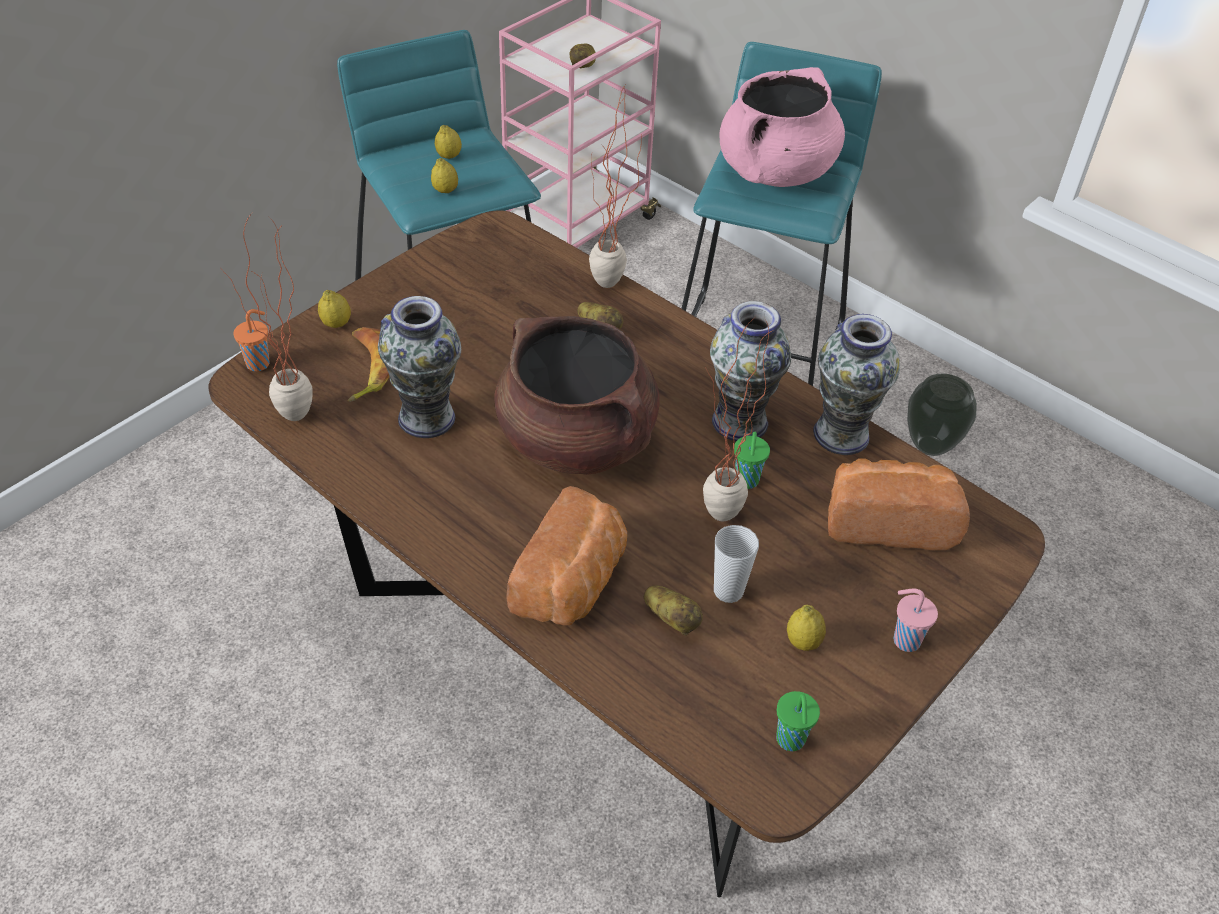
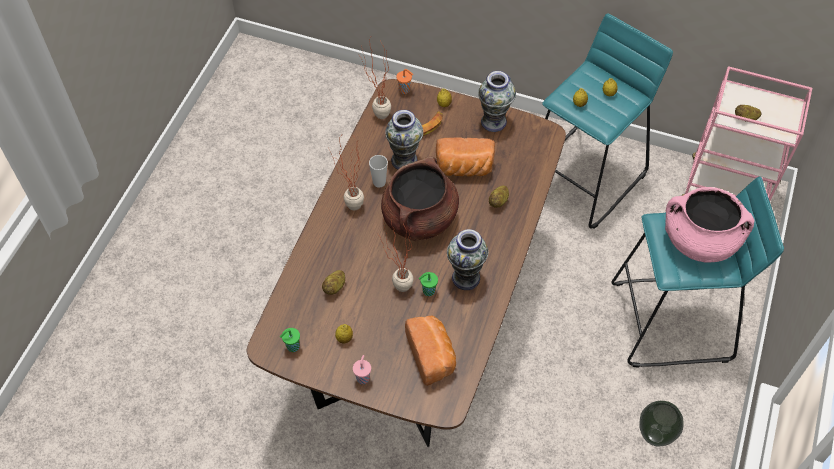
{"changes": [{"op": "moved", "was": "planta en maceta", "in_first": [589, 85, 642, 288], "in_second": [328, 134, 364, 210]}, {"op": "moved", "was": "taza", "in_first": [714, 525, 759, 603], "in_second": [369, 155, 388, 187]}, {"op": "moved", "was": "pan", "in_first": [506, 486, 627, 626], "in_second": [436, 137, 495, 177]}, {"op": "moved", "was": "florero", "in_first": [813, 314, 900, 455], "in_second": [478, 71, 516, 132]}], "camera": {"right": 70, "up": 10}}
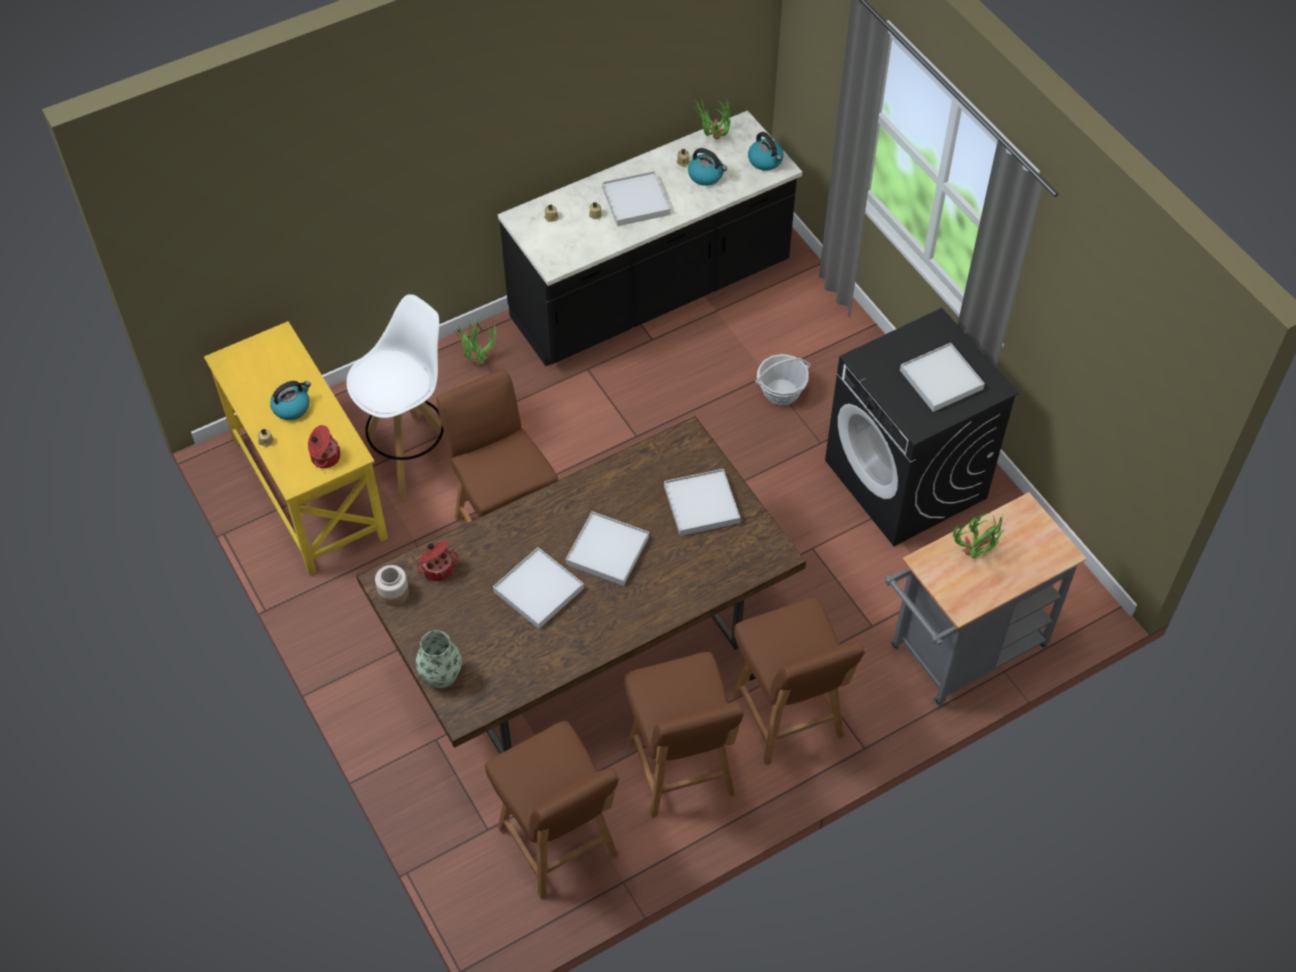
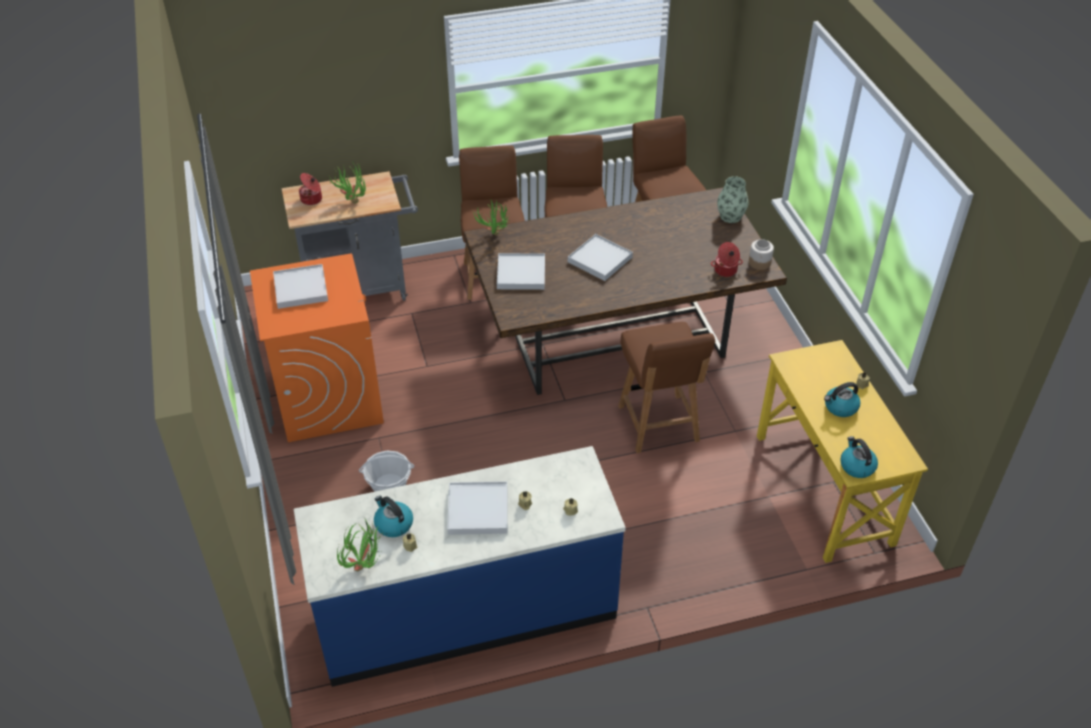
{"changes": [{"op": "recoloured", "was": "lavadora/negro", "now": "lavadora/naranja", "in_first": [825, 308, 1019, 546], "in_second": [250, 253, 384, 442]}, {"op": "recoloured", "was": "mueble bajo de cocina/negro", "now": "mueble bajo de cocina/azul", "in_first": [498, 110, 802, 366], "in_second": [294, 446, 626, 687]}, {"op": "moved", "was": "olla", "in_first": [308, 425, 340, 468], "in_second": [299, 173, 322, 205]}, {"op": "moved", "was": "planta en maceta", "in_first": [453, 319, 498, 366], "in_second": [473, 200, 509, 235]}, {"op": "moved", "was": "hervidor", "in_first": [748, 132, 784, 171], "in_second": [840, 436, 878, 478]}, {"op": "removed", "was": "taburete/blanco", "in_first": [347, 294, 447, 500]}, {"op": "removed", "was": "bandeja/blanco", "in_first": [493, 547, 584, 629]}], "camera": {"right": -165, "up": -10}}
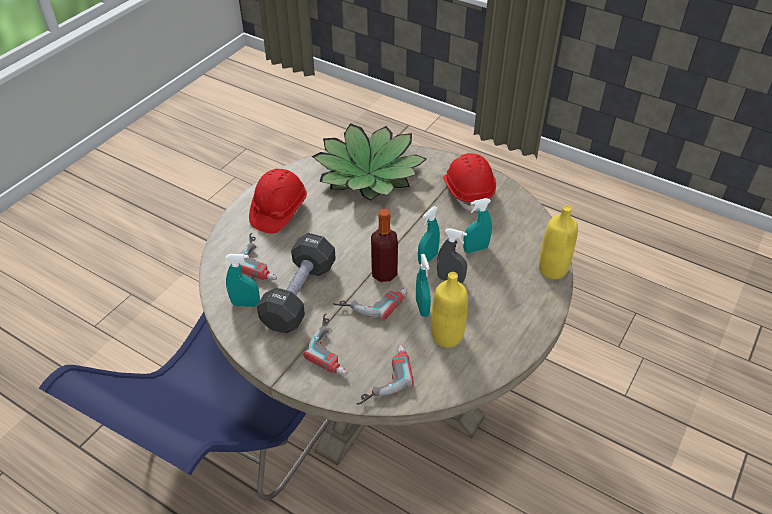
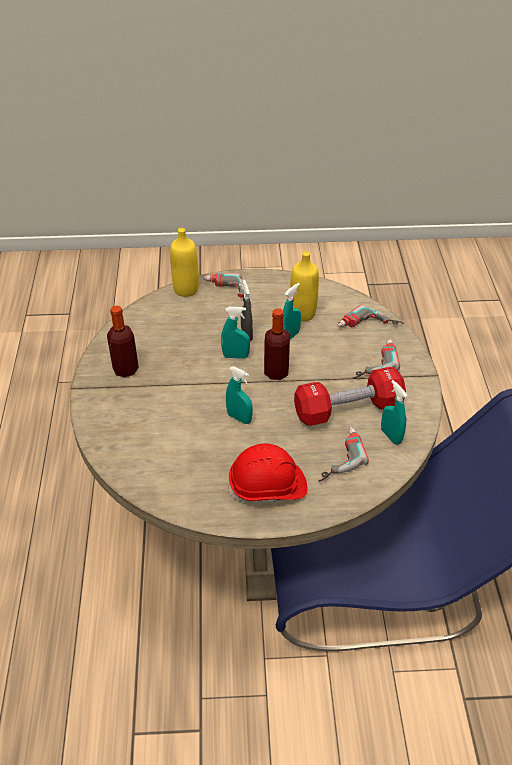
{"changes": [{"op": "replaced", "was": "casco/rojo", "now": "botella", "in_first": [443, 153, 496, 211], "in_second": [107, 305, 139, 378]}, {"op": "moved", "was": "taladro", "in_first": [333, 288, 407, 321], "in_second": [203, 273, 251, 305]}, {"op": "moved", "was": "pulverizador/turquesa", "in_first": [463, 198, 492, 253], "in_second": [226, 366, 253, 424]}, {"op": "recoloured", "was": "mancuerna/negro", "now": "mancuerna/rojo", "in_first": [257, 233, 336, 333], "in_second": [294, 367, 406, 426]}, {"op": "removed", "was": "planta en maceta", "in_first": [312, 123, 427, 201]}], "camera": {"right": -125, "up": 0}}
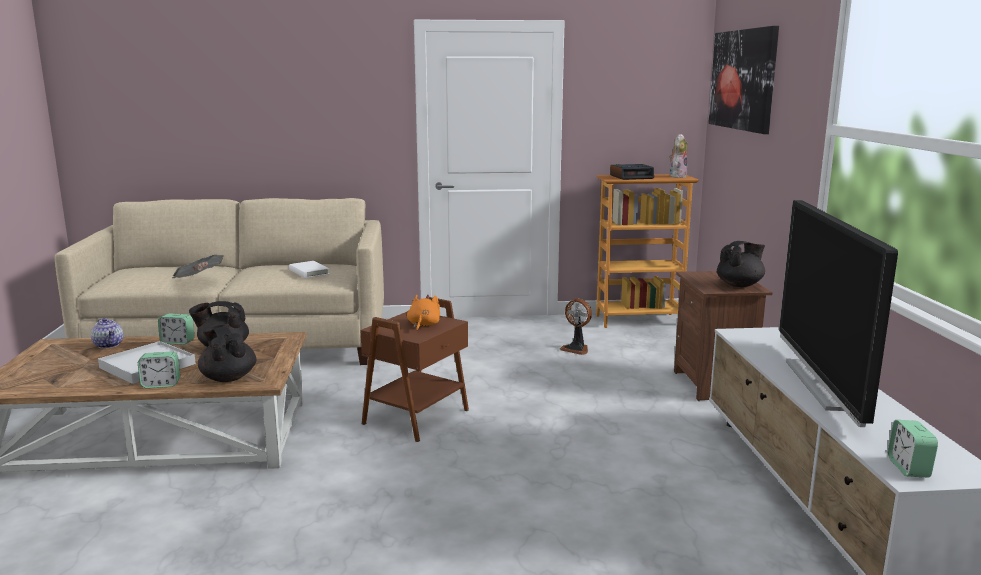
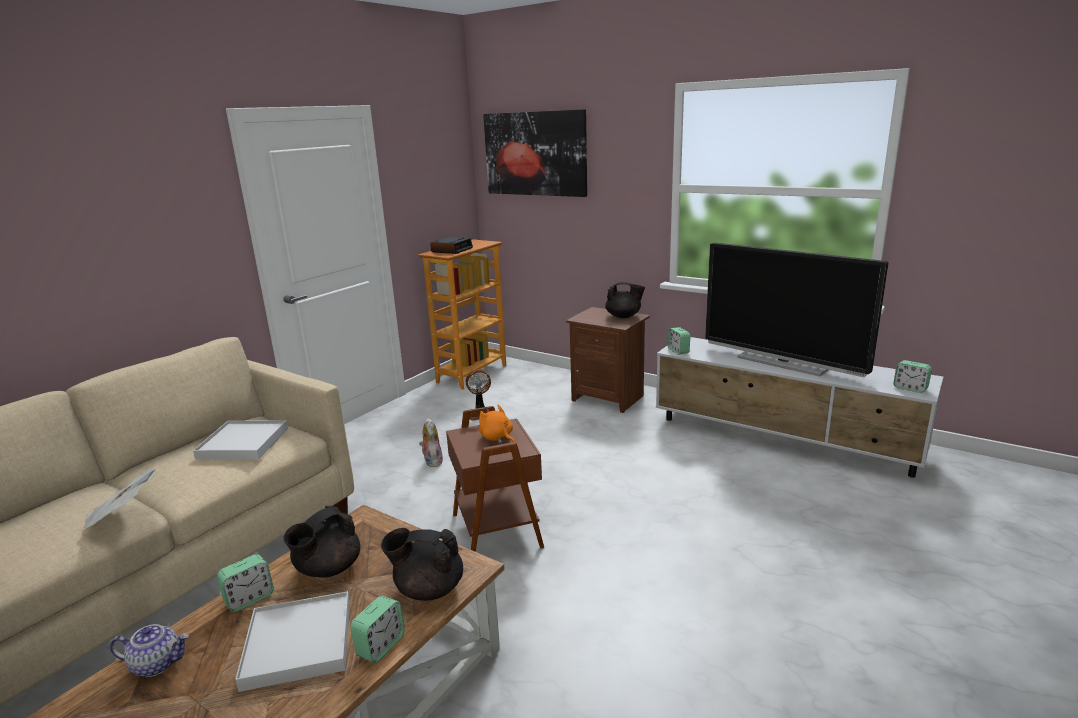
{"changes": [{"op": "replaced", "was": "libro/blanco", "now": "bandeja/blanco", "in_first": [289, 261, 329, 278], "in_second": [193, 420, 288, 460]}, {"op": "moved", "was": "peluche", "in_first": [669, 134, 688, 178], "in_second": [419, 418, 443, 467]}, {"op": "turned", "was": "tetera/negro", "in_first": [717, 241, 765, 287], "in_second": [605, 282, 645, 318], "clockwise": 90}, {"op": "added", "now": "despertador", "in_second": [667, 327, 691, 355]}], "camera": {"right": -50, "up": 5}}
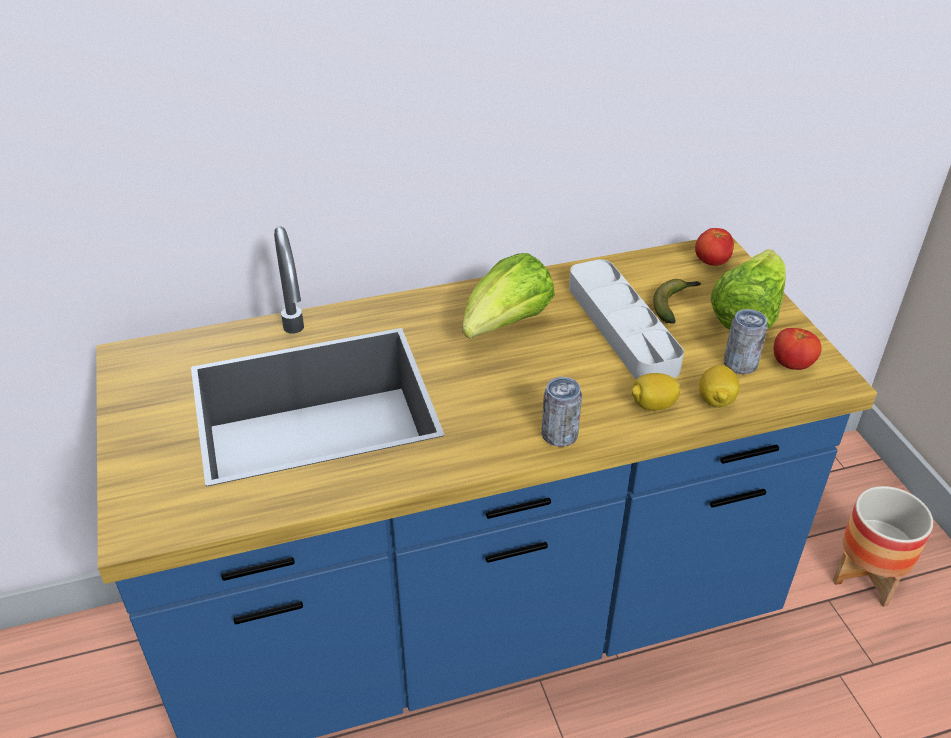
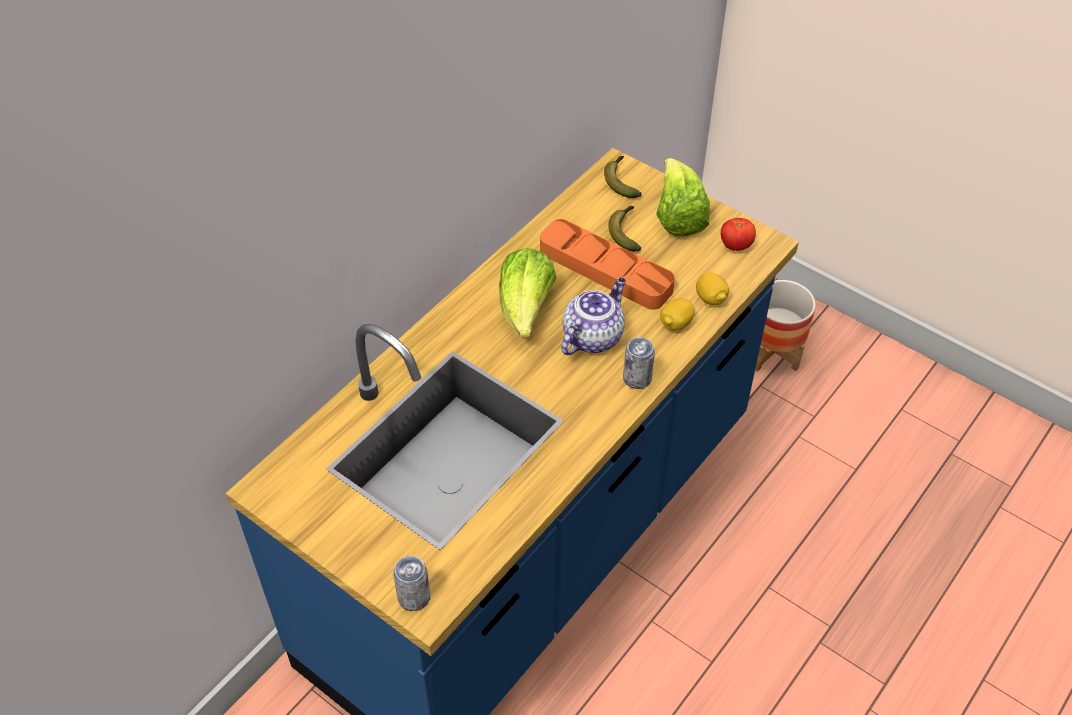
{"changes": [{"op": "moved", "was": "lata", "in_first": [724, 309, 767, 374], "in_second": [394, 556, 430, 611]}, {"op": "recoloured", "was": "bandeja/gris", "now": "bandeja/naranja", "in_first": [569, 259, 684, 379], "in_second": [540, 219, 675, 310]}, {"op": "added", "now": "tetera", "in_second": [561, 277, 626, 355]}, {"op": "replaced", "was": "tomate", "now": "plátano", "in_first": [695, 228, 734, 266], "in_second": [604, 156, 642, 198]}], "camera": {"right": -35, "up": 10}}
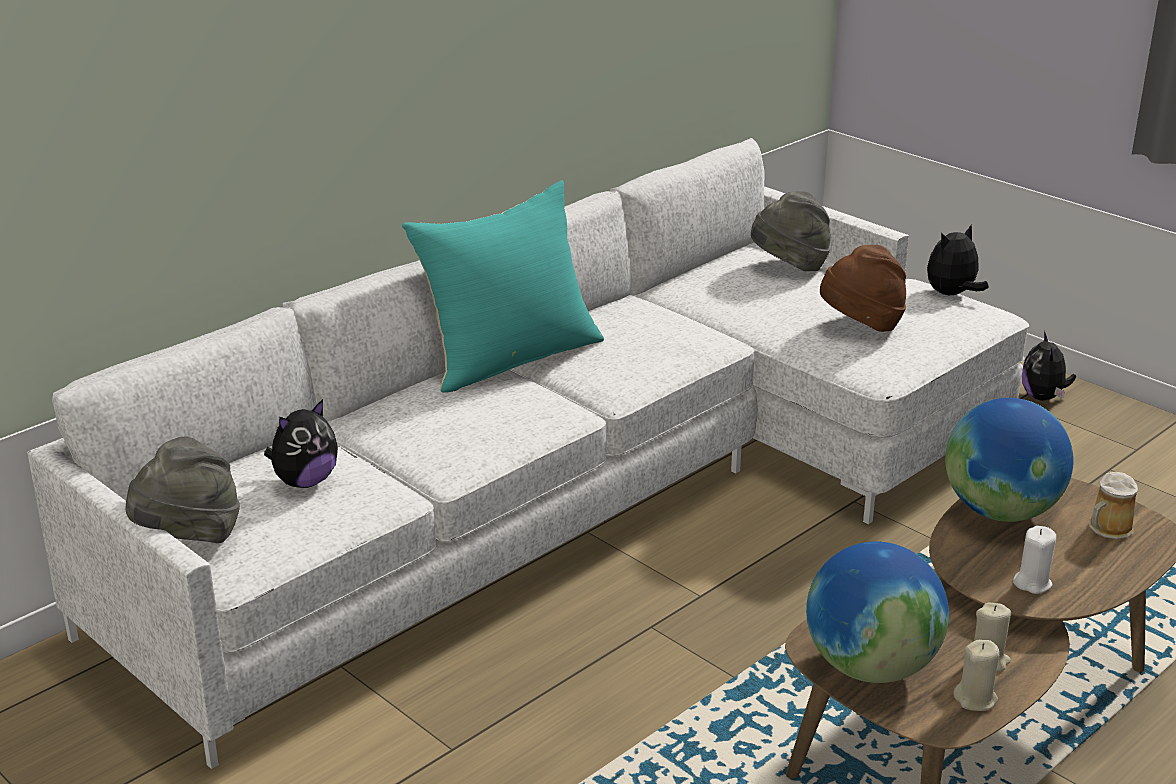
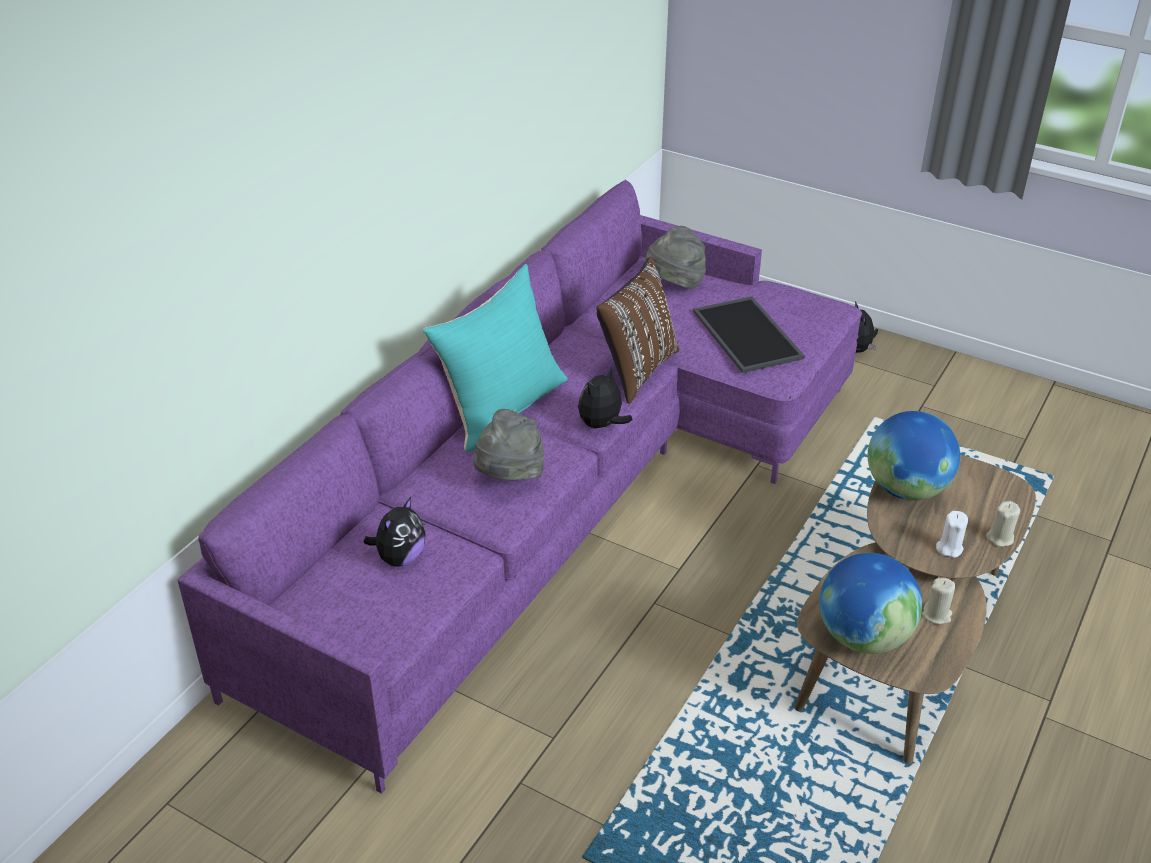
{"changes": [{"op": "recoloured", "was": "sofá/blanco", "now": "sofá/morado", "in_first": [27, 138, 1029, 769], "in_second": [178, 180, 862, 794]}, {"op": "moved", "was": "sombrero/gris", "in_first": [125, 436, 240, 543], "in_second": [473, 409, 545, 480]}, {"op": "moved", "was": "peluche", "in_first": [927, 225, 989, 295], "in_second": [578, 367, 633, 429]}, {"op": "added", "now": "cojín/marrón", "in_second": [596, 257, 679, 404]}, {"op": "replaced", "was": "sombrero/marrón", "now": "bandeja", "in_first": [820, 245, 906, 332], "in_second": [693, 296, 805, 373]}, {"op": "moved", "was": "vela/beis", "in_first": [954, 640, 999, 711], "in_second": [986, 501, 1020, 547]}, {"op": "removed", "was": "taza grande", "in_first": [1089, 472, 1138, 539]}], "camera": {"right": -15, "up": 10}}
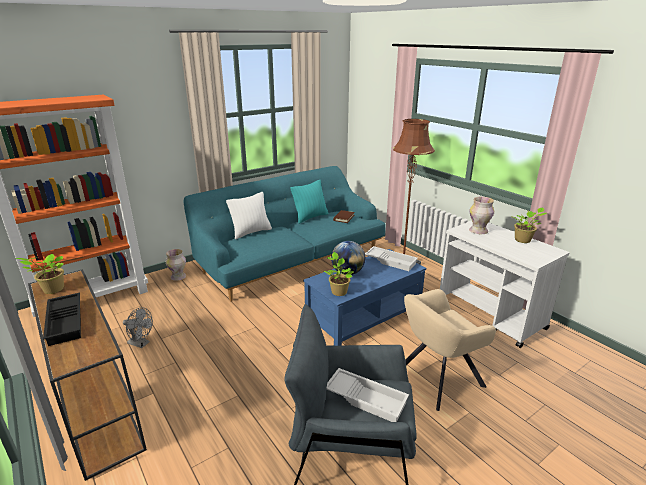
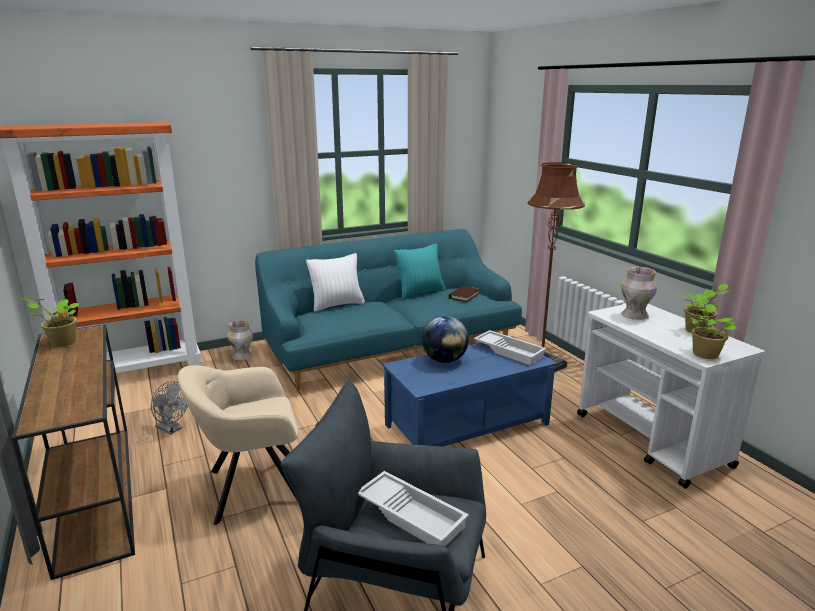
{"changes": [{"op": "moved", "was": "sillón/beis", "in_first": [404, 289, 496, 411], "in_second": [178, 365, 299, 525]}, {"op": "moved", "was": "planta en maceta", "in_first": [324, 252, 353, 296], "in_second": [690, 293, 738, 359]}, {"op": "removed", "was": "bandeja/negro", "in_first": [43, 293, 81, 346]}], "camera": {"right": 10, "up": -5}}
